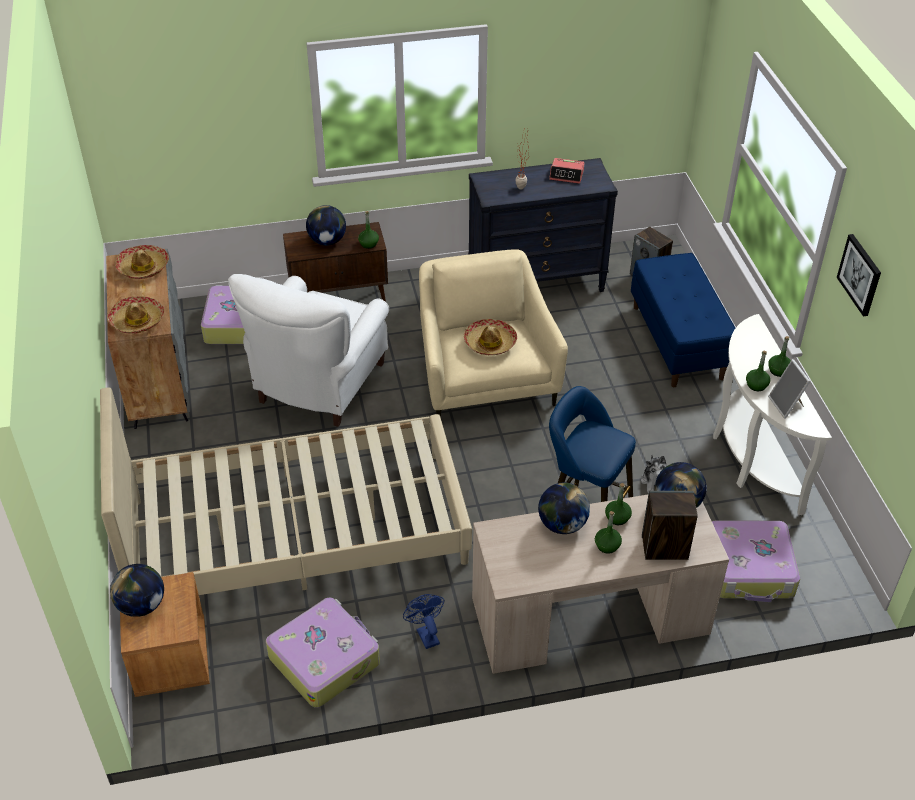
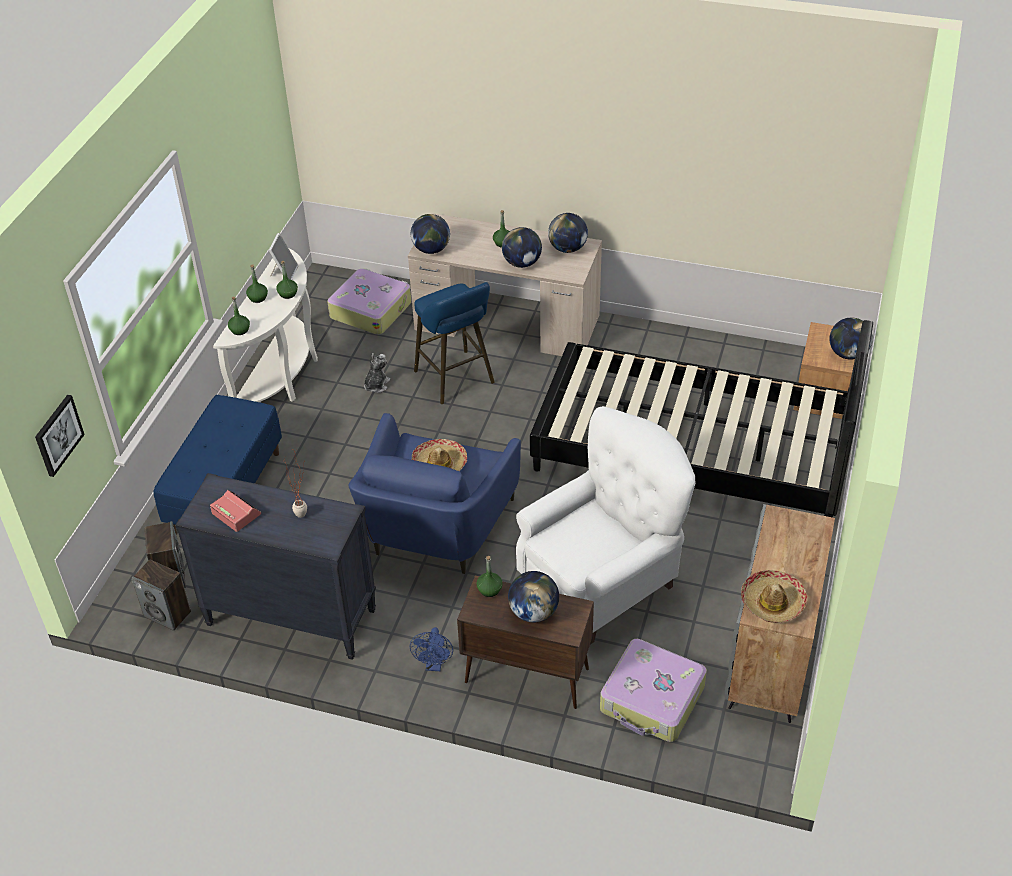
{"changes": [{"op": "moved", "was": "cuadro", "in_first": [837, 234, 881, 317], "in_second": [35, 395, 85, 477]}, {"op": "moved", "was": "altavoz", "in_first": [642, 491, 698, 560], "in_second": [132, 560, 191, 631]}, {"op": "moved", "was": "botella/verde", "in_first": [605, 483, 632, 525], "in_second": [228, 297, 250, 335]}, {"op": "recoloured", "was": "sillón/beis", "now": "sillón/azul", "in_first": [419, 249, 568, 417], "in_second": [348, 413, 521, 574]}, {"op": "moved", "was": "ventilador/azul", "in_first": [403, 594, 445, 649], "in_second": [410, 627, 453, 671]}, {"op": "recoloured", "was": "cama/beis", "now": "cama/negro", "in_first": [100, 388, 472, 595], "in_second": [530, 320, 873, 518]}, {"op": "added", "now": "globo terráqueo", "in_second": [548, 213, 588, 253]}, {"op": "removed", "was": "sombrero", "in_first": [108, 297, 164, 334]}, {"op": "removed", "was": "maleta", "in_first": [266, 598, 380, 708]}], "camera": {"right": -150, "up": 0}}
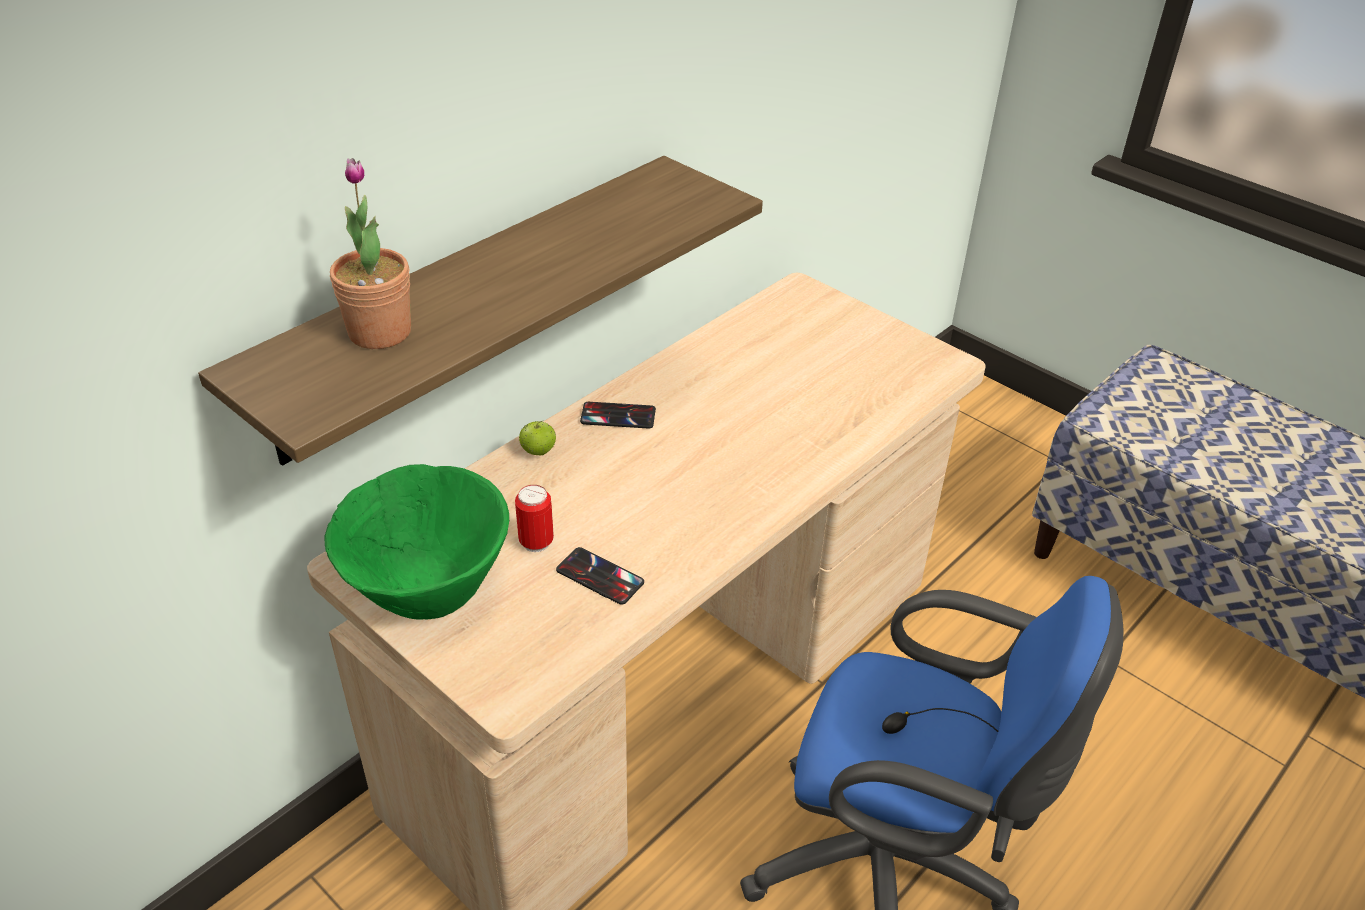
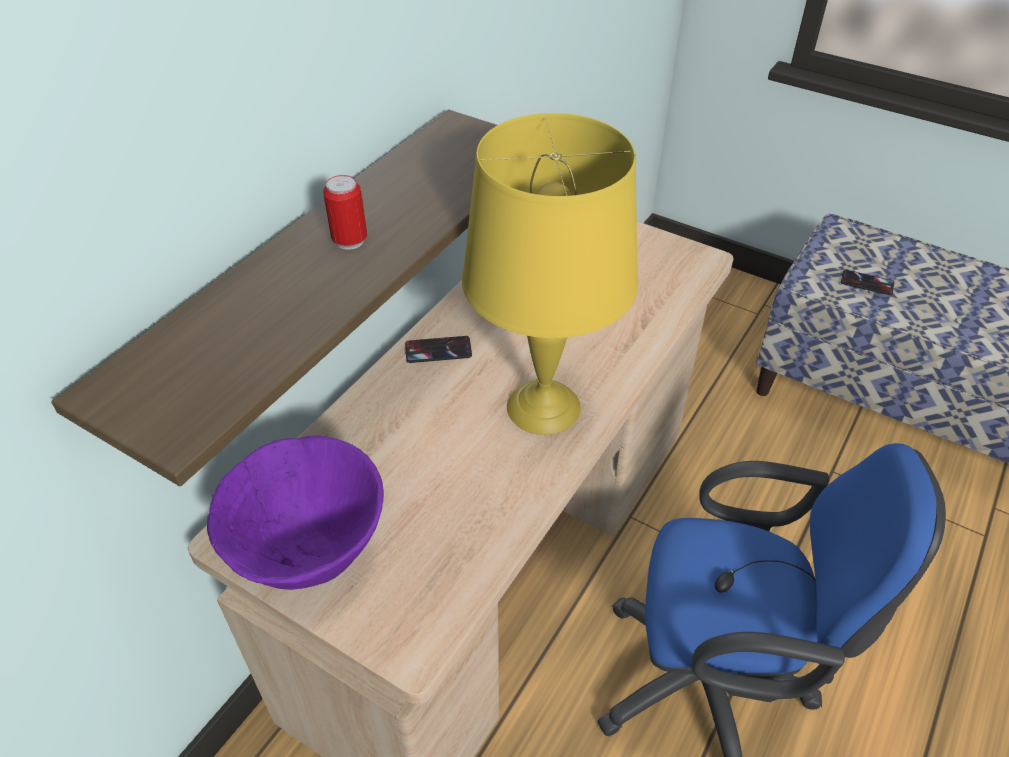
{"changes": [{"op": "recoloured", "was": "cuenco/verde", "now": "cuenco/morado", "in_first": [324, 464, 509, 620], "in_second": [207, 436, 384, 590]}, {"op": "moved", "was": "lata", "in_first": [515, 485, 554, 552], "in_second": [323, 175, 367, 250]}, {"op": "added", "now": "lámpara de mesa/amarillo", "in_second": [462, 113, 638, 435]}, {"op": "moved", "was": "móvil", "in_first": [556, 547, 644, 605], "in_second": [841, 270, 894, 295]}, {"op": "removed", "was": "planta en maceta", "in_first": [330, 158, 411, 349]}, {"op": "removed", "was": "manzana", "in_first": [519, 421, 556, 455]}], "camera": {"right": -10, "up": 5}}
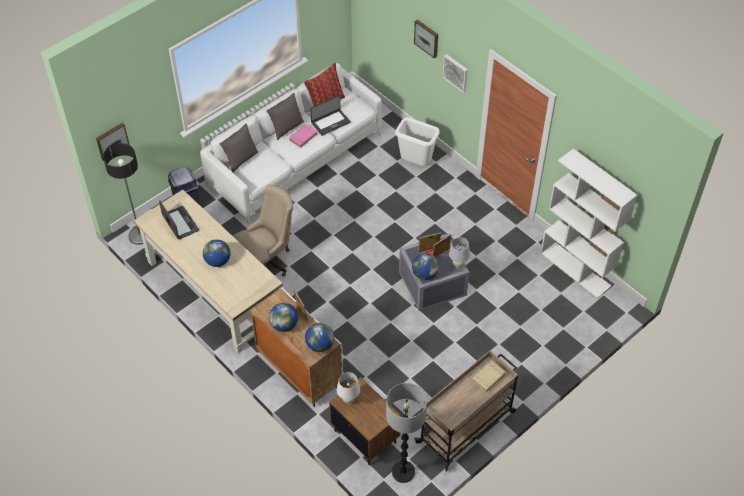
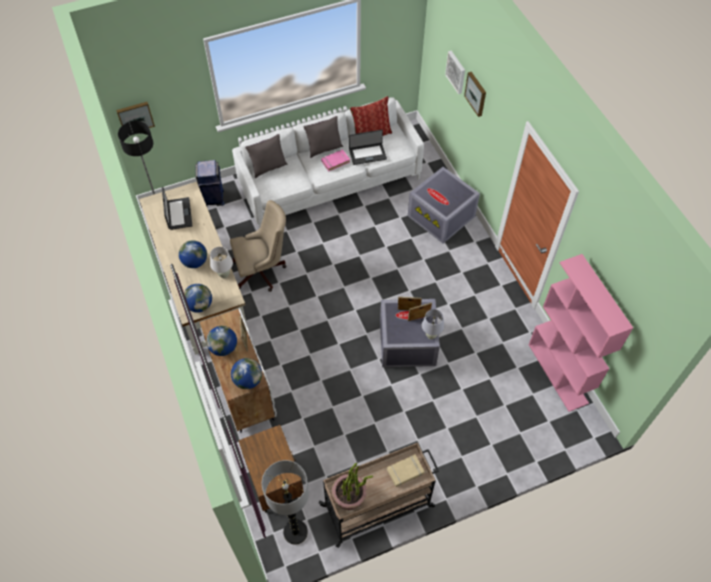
{"changes": [{"op": "moved", "was": "globo terráqueo", "in_first": [412, 253, 439, 280], "in_second": [184, 284, 212, 313]}, {"op": "moved", "was": "lámpara de mesa/blanco", "in_first": [337, 372, 360, 404], "in_second": [210, 247, 233, 278]}, {"op": "added", "now": "planta en maceta", "in_second": [332, 463, 373, 510]}, {"op": "replaced", "was": "papelera/blanco", "now": "caja de almacenaje/gris", "in_first": [395, 118, 440, 166], "in_second": [408, 167, 480, 243]}, {"op": "moved", "was": "cuadro", "in_first": [443, 54, 468, 93], "in_second": [445, 51, 465, 94]}, {"op": "recoloured", "was": "estantería/blanco", "now": "estantería/rosa", "in_first": [540, 149, 637, 298], "in_second": [529, 254, 633, 412]}], "camera": {"right": 20, "up": 5}}
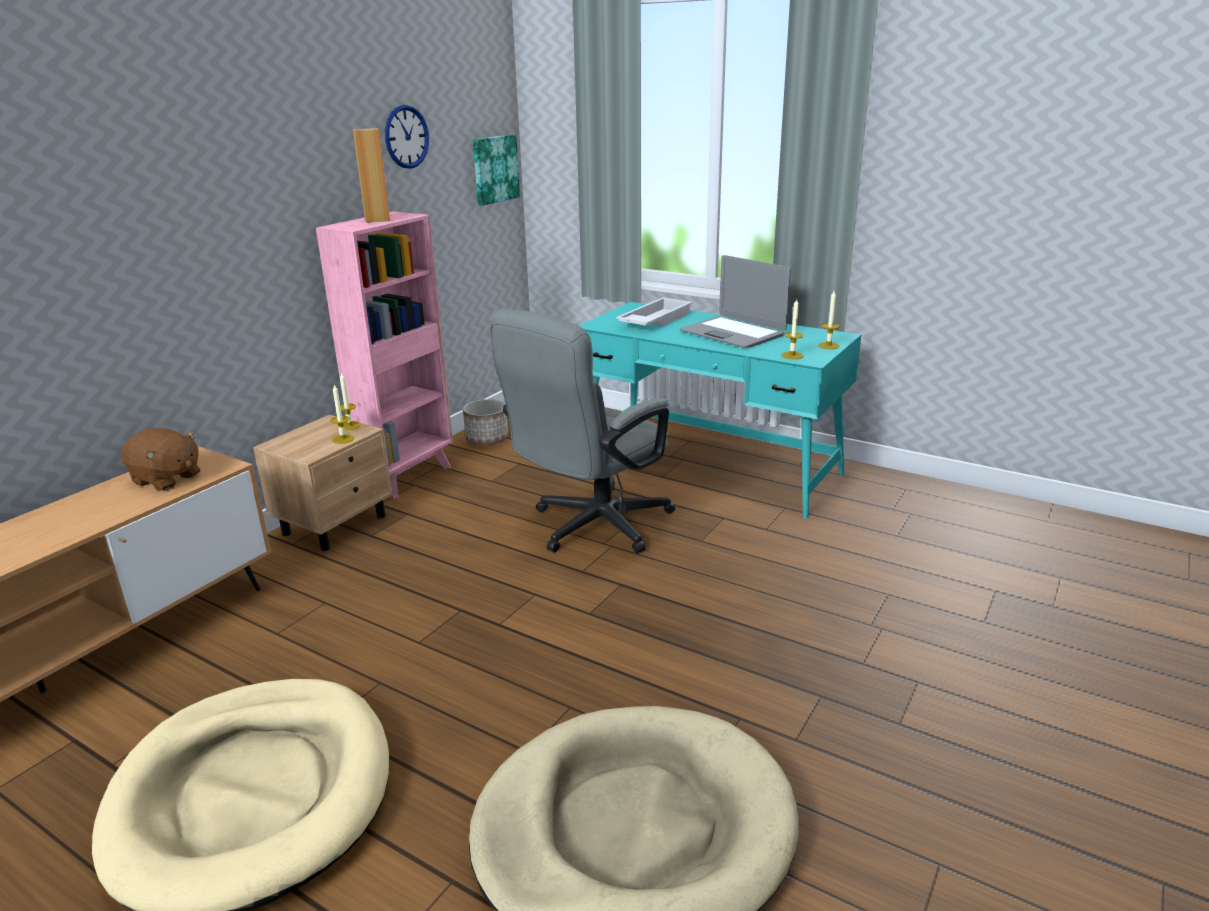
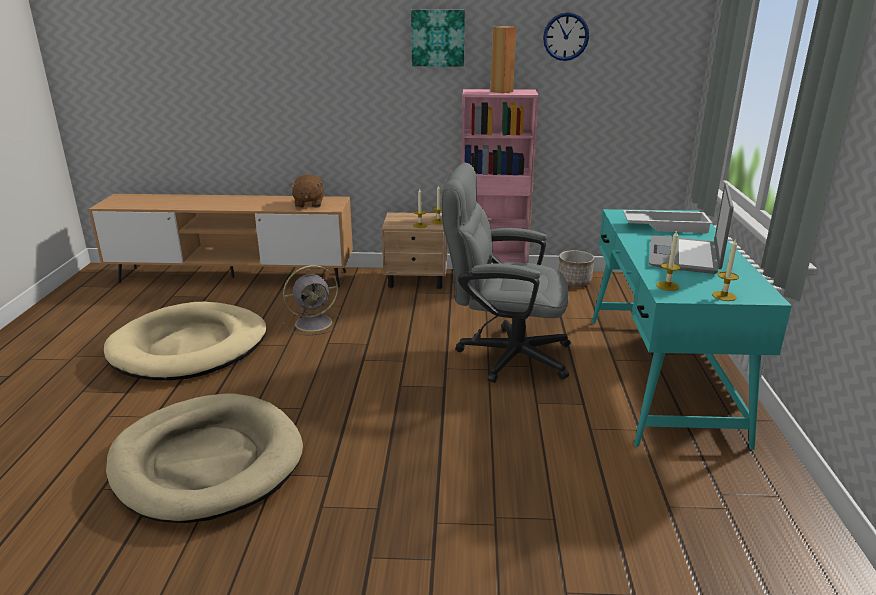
{"changes": [{"op": "added", "now": "ventilador/gris", "in_second": [283, 265, 342, 335]}, {"op": "moved", "was": "cuadro", "in_first": [473, 134, 520, 206], "in_second": [411, 10, 465, 67]}], "camera": {"right": 60, "up": 0}}
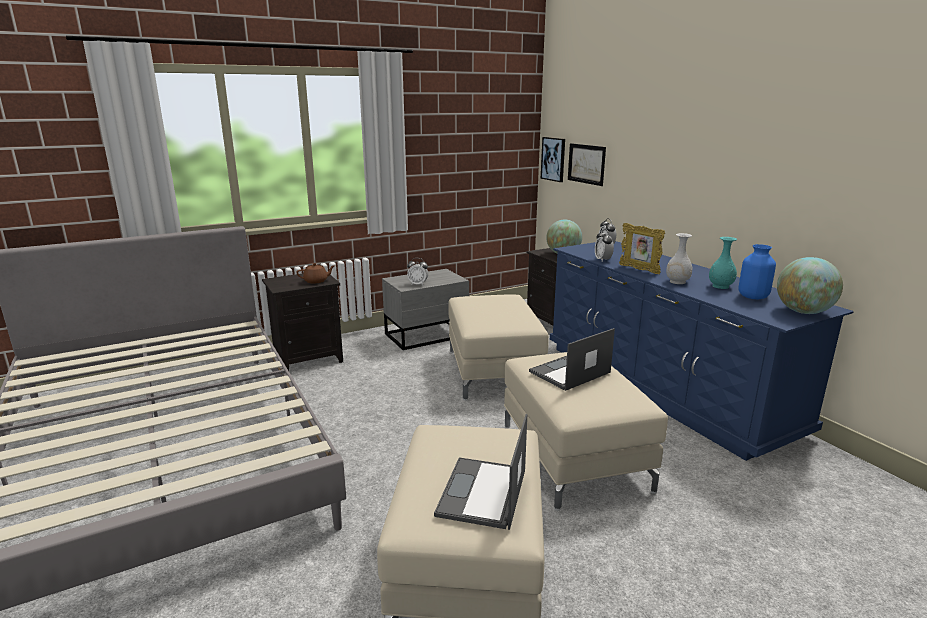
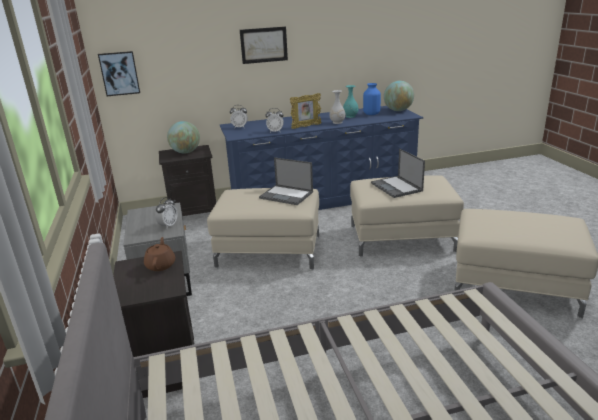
{"changes": [{"op": "moved", "was": "cuadro", "in_first": [568, 143, 606, 186], "in_second": [240, 26, 288, 64]}, {"op": "moved", "was": "portátil", "in_first": [434, 414, 527, 530], "in_second": [259, 157, 313, 205]}], "camera": {"right": -75, "up": 5}}
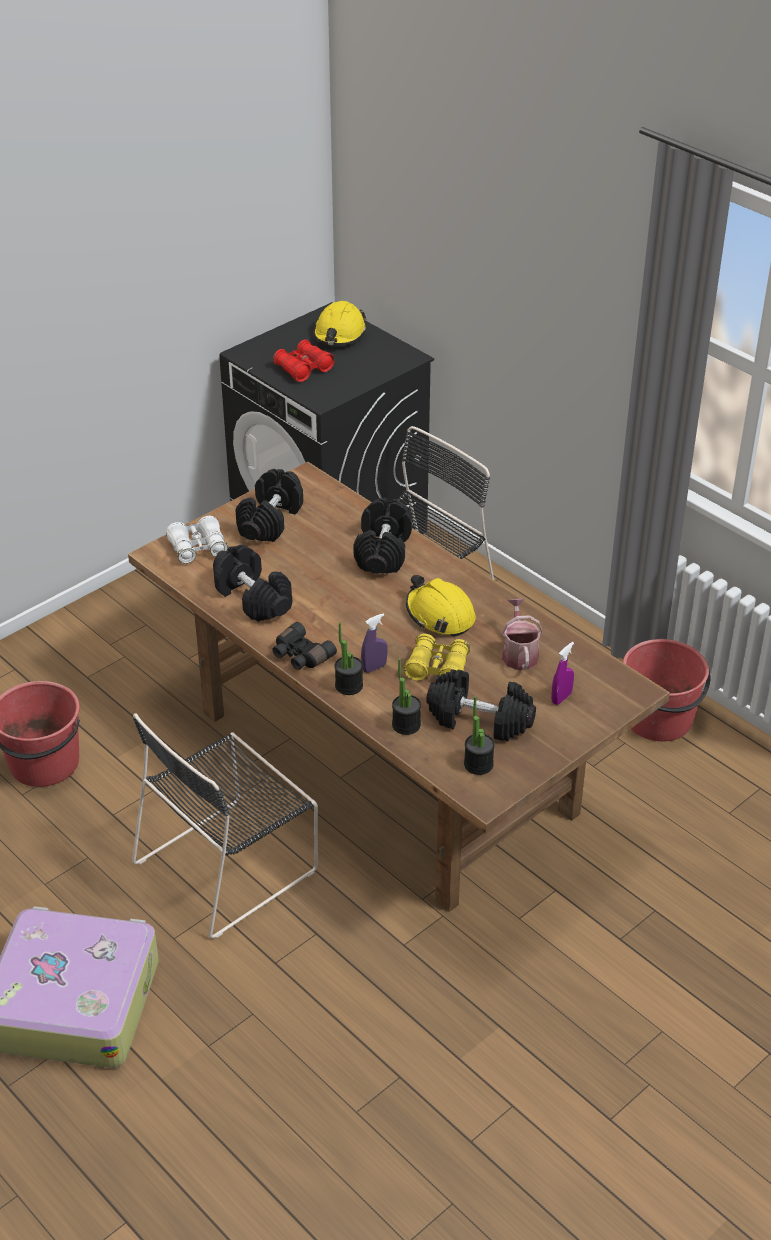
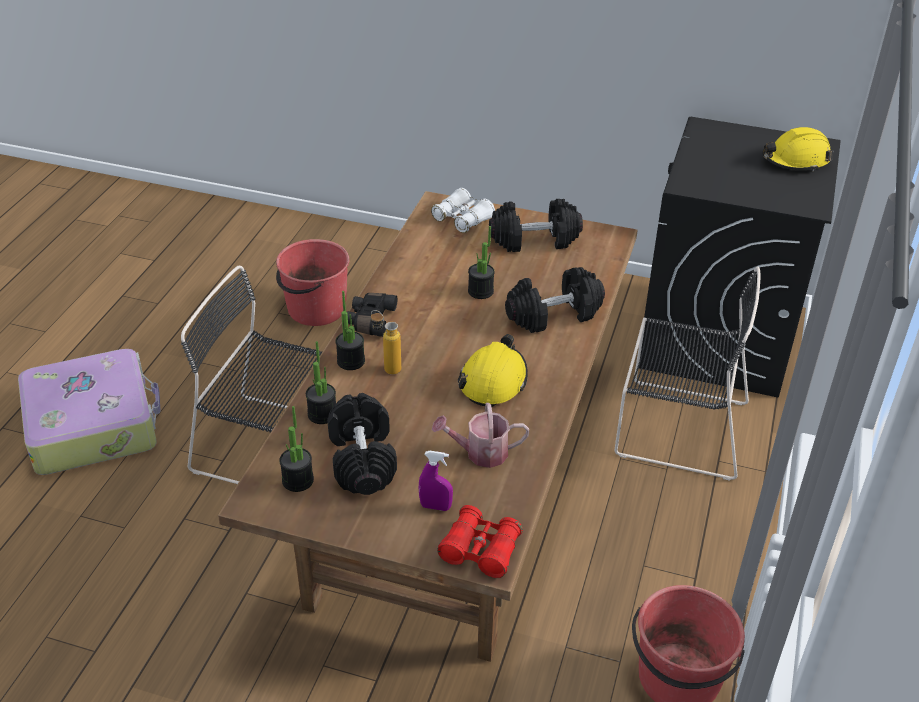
{"changes": [{"op": "replaced", "was": "pulverizador/morado", "now": "botella", "in_first": [361, 613, 388, 673], "in_second": [371, 310, 401, 375]}, {"op": "turned", "was": "regadera", "in_first": [502, 599, 543, 670], "in_second": [432, 403, 529, 468], "clockwise": -150}, {"op": "moved", "was": "prismáticos/rojo", "in_first": [273, 339, 335, 382], "in_second": [437, 505, 523, 578]}, {"op": "added", "now": "planta en maceta", "in_second": [468, 226, 495, 299]}, {"op": "removed", "was": "mancuerna/negro", "in_first": [213, 545, 292, 622]}, {"op": "removed", "was": "prismáticos/amarillo", "in_first": [404, 634, 470, 681]}], "camera": {"right": 60, "up": 0}}
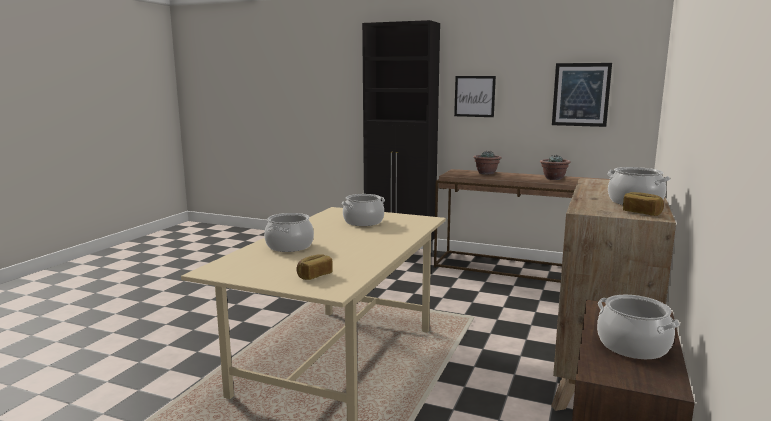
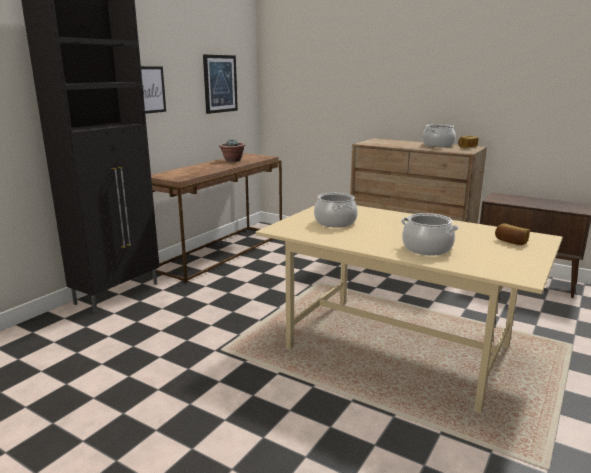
{"changes": [{"op": "removed", "was": "planta en maceta", "in_first": [473, 151, 501, 175]}, {"op": "removed", "was": "olla", "in_first": [597, 295, 680, 359]}], "camera": {"right": -80, "up": 5}}
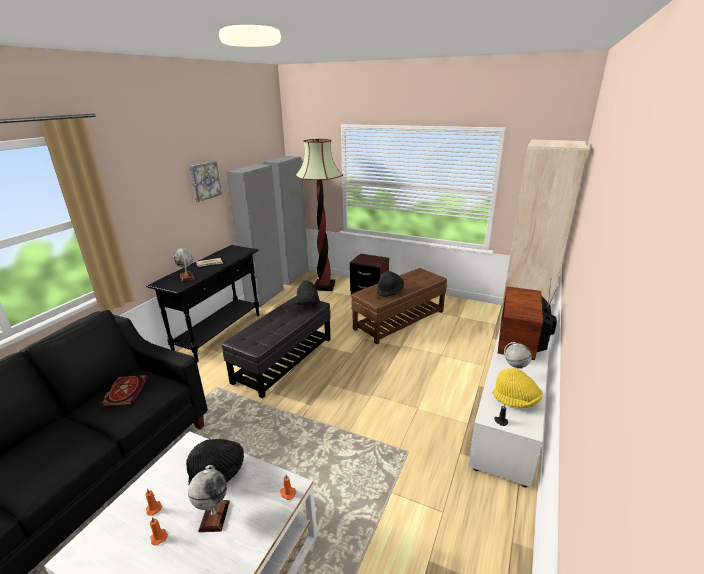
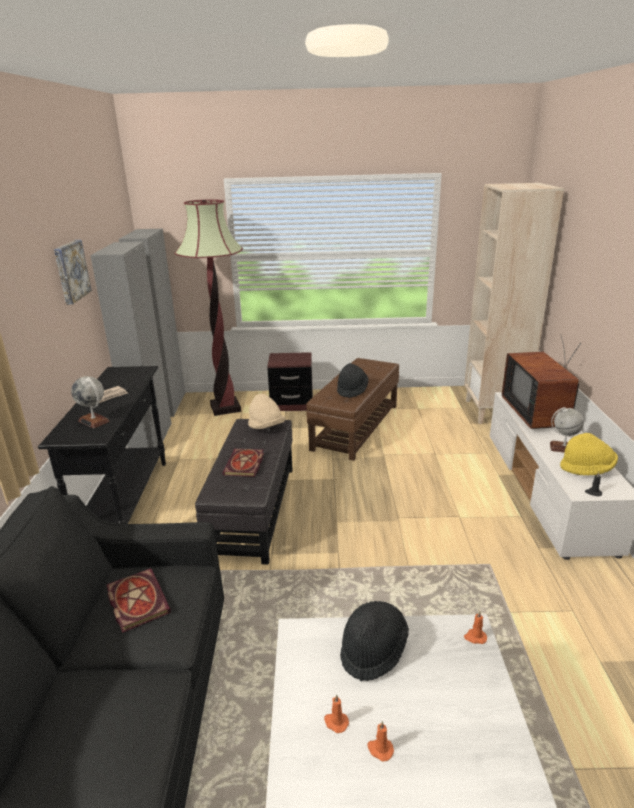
{"changes": [{"op": "added", "now": "libro", "in_second": [223, 449, 264, 477]}, {"op": "recoloured", "was": "sombrero/negro", "now": "sombrero/beis", "in_first": [296, 280, 320, 305], "in_second": [248, 394, 286, 429]}, {"op": "removed", "was": "globo terráqueo", "in_first": [188, 465, 230, 532]}], "camera": {"right": -25, "up": 0}}
